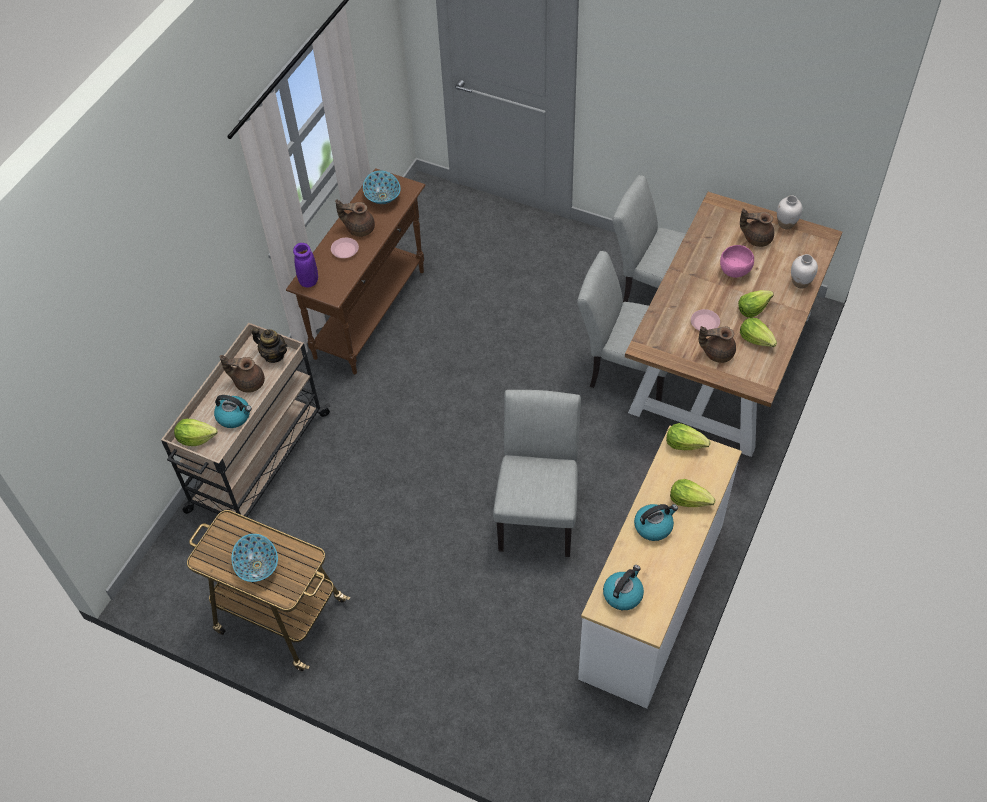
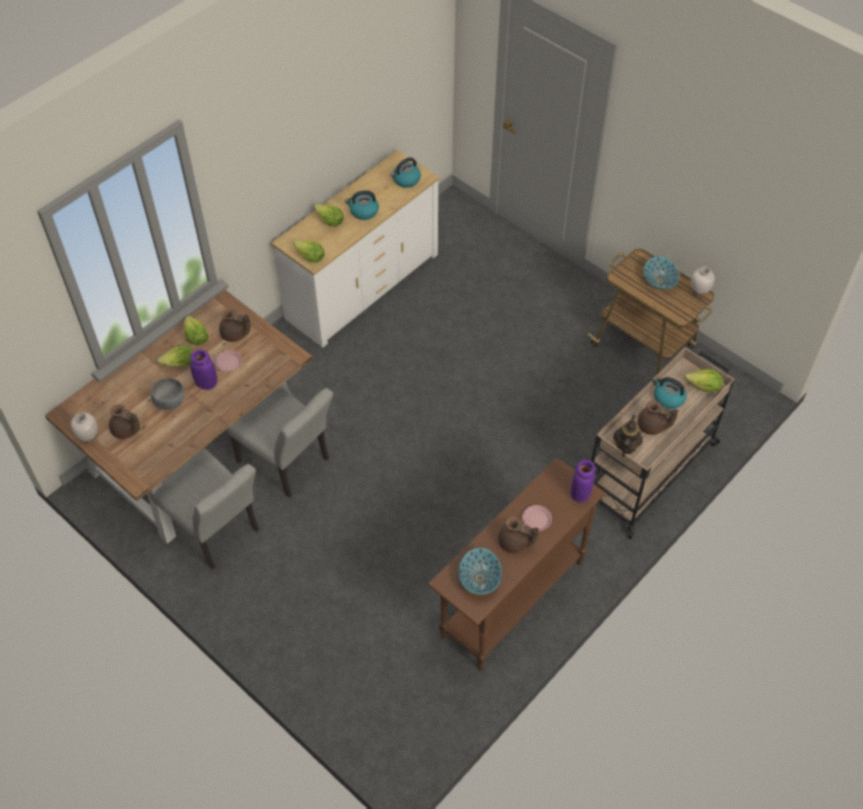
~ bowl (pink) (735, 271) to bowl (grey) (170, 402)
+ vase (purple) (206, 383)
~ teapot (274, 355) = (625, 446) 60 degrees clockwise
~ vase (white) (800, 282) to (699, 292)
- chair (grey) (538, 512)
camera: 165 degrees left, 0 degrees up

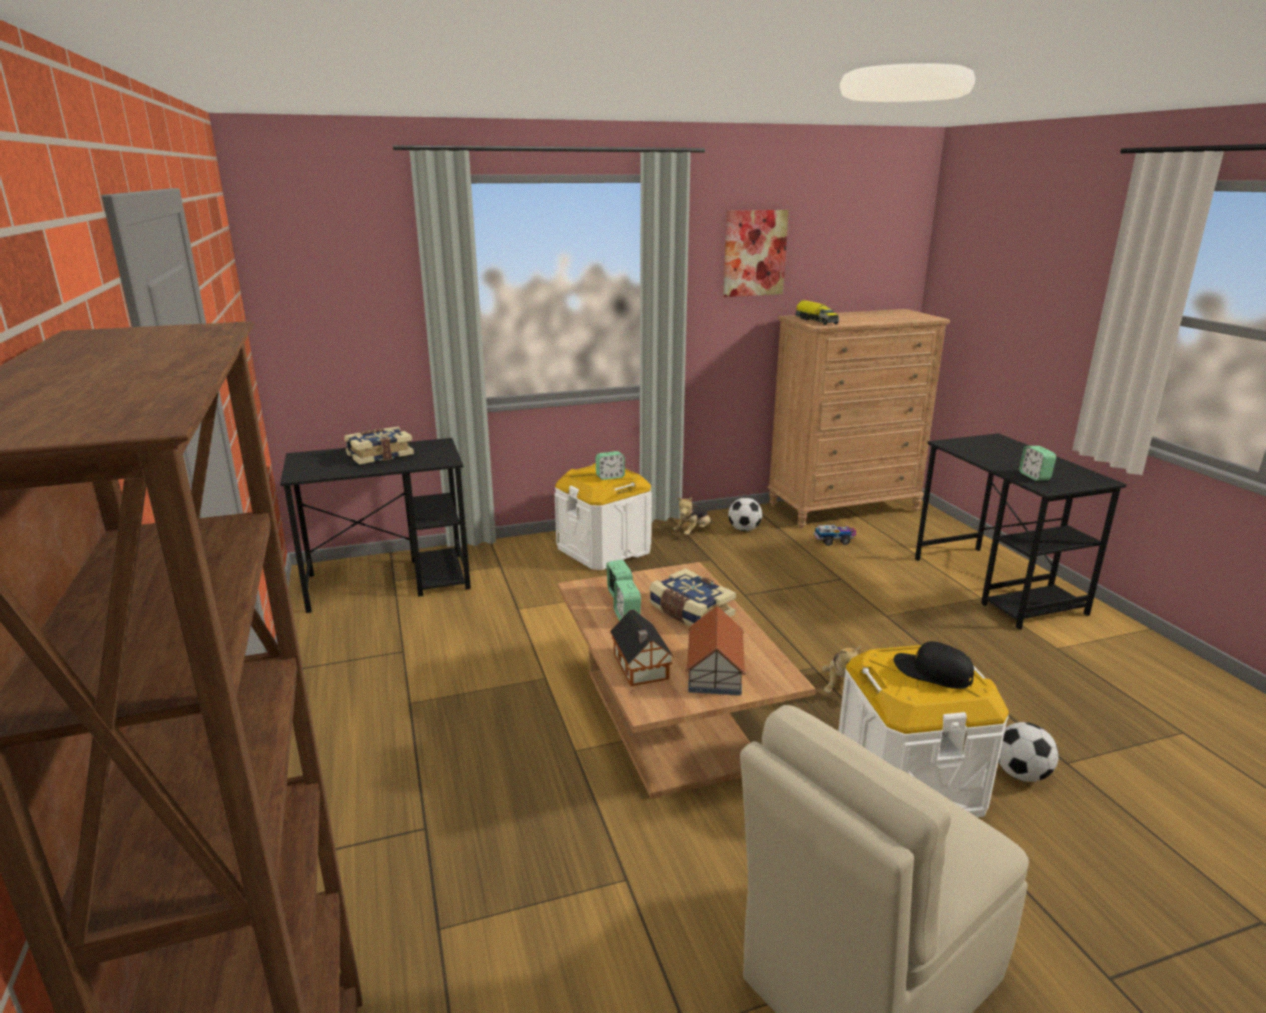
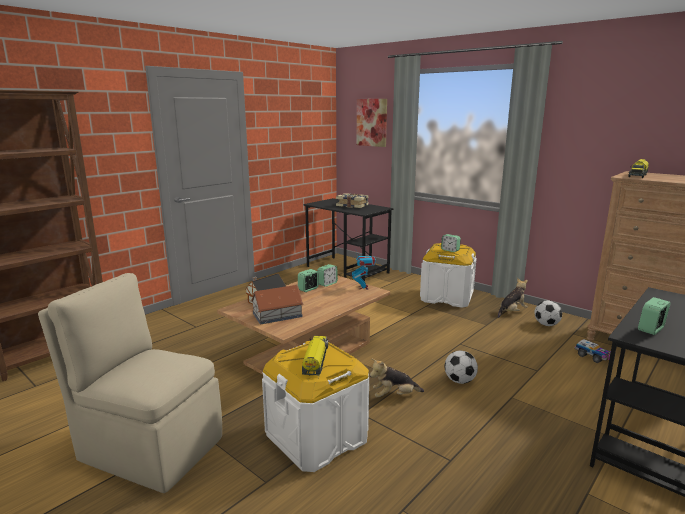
~ cap (black) (932, 673) to toy truck (315, 361)
+ toy robot (363, 287)
~ picture (754, 253) to (372, 122)
~ football (1021, 774) to (459, 381)
~ plush toy (693, 532) = (511, 312) 135 degrees clockwise
- book (690, 612)
camera: 60 degrees right, 5 degrees down

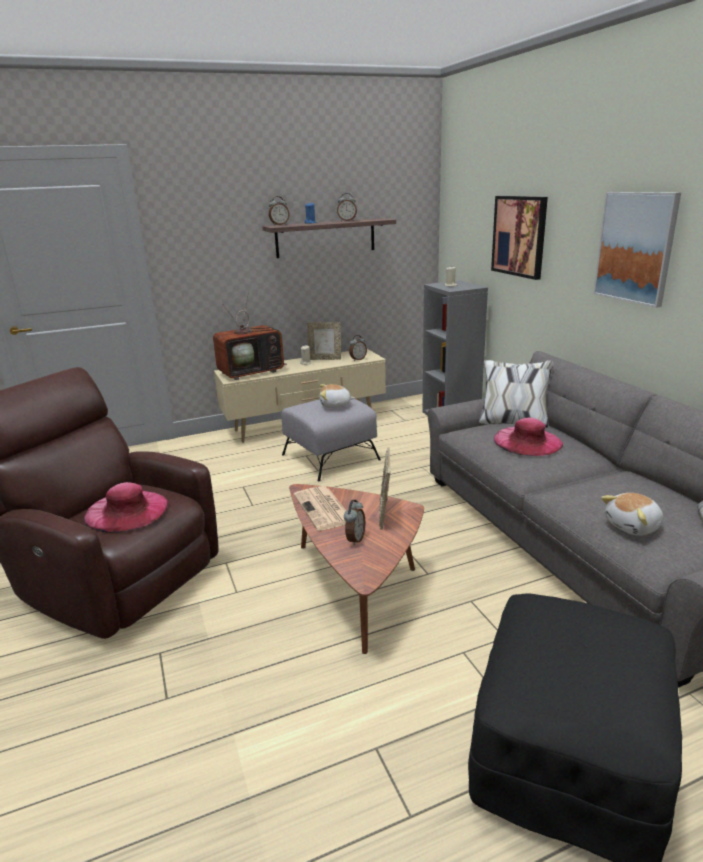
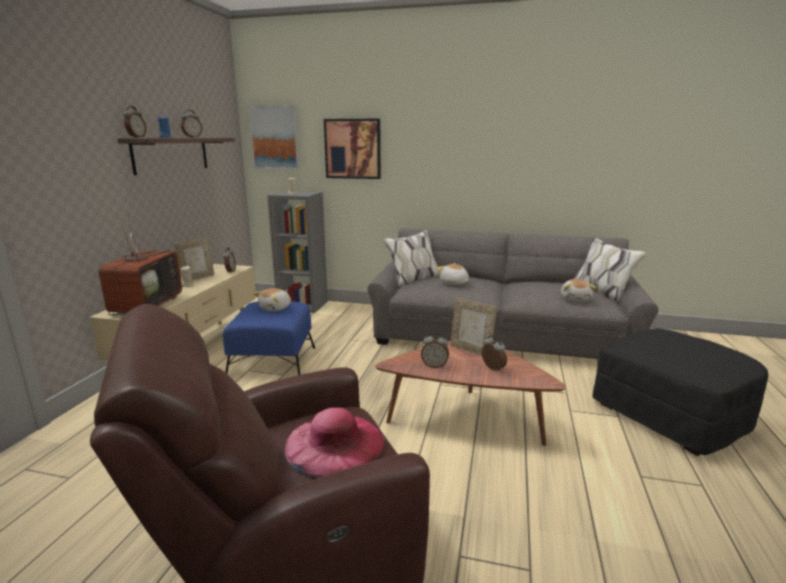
~ ottoman (grey) (331, 457) to ottoman (blue) (273, 362)
~ picture (635, 247) to (275, 137)
~ newspaper (324, 509) to alarm clock (434, 366)
~ hat (pink) (527, 441) to plush toy (454, 283)
camera: 55 degrees left, 5 degrees down

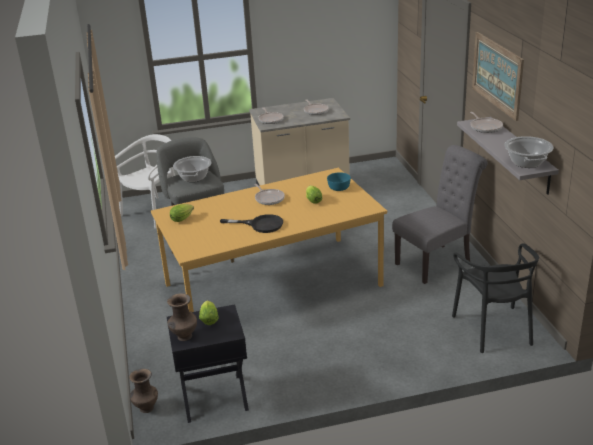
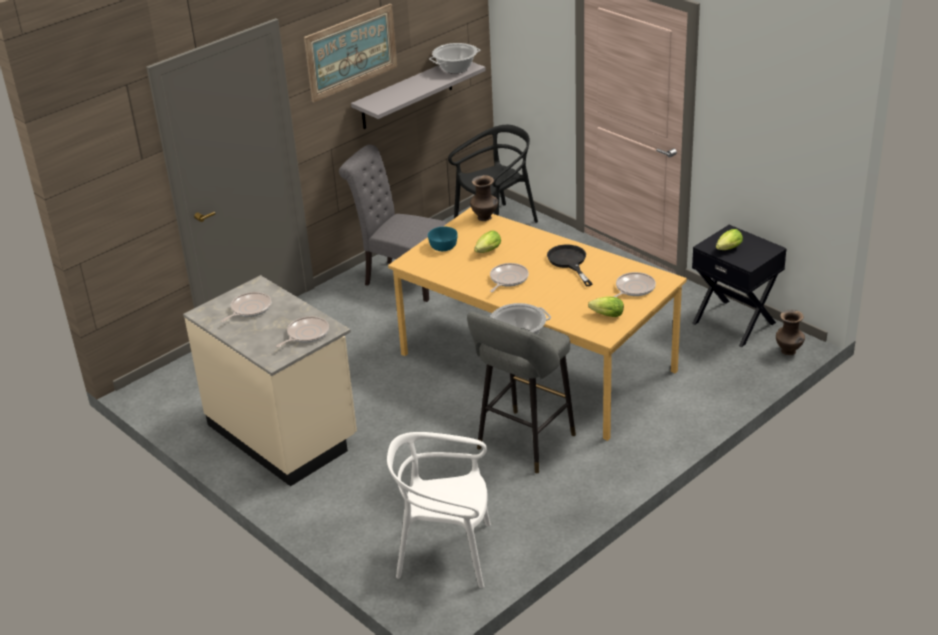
~ vase (brown) (184, 337) to (485, 218)
~ frying pan (485, 127) to (633, 288)
camera: 120 degrees left, 5 degrees up

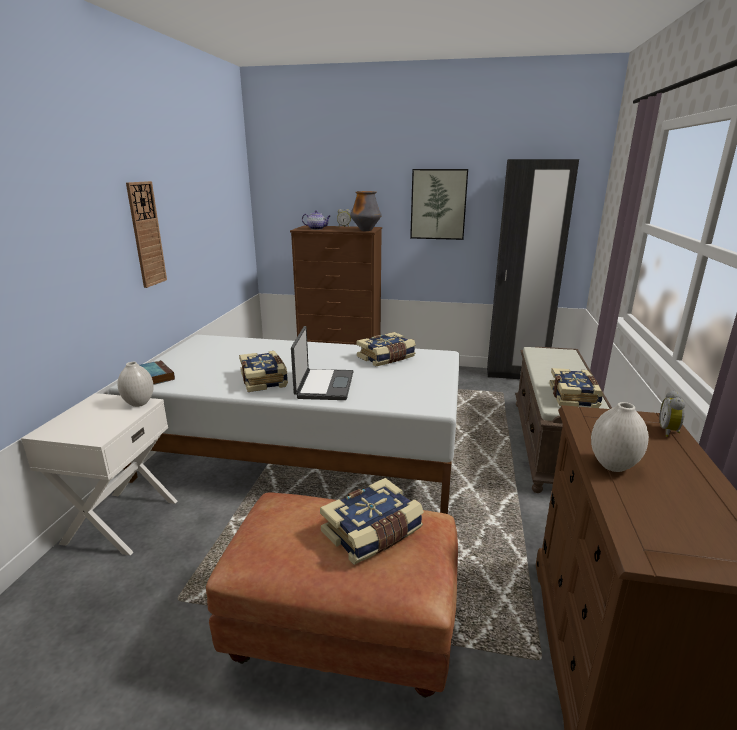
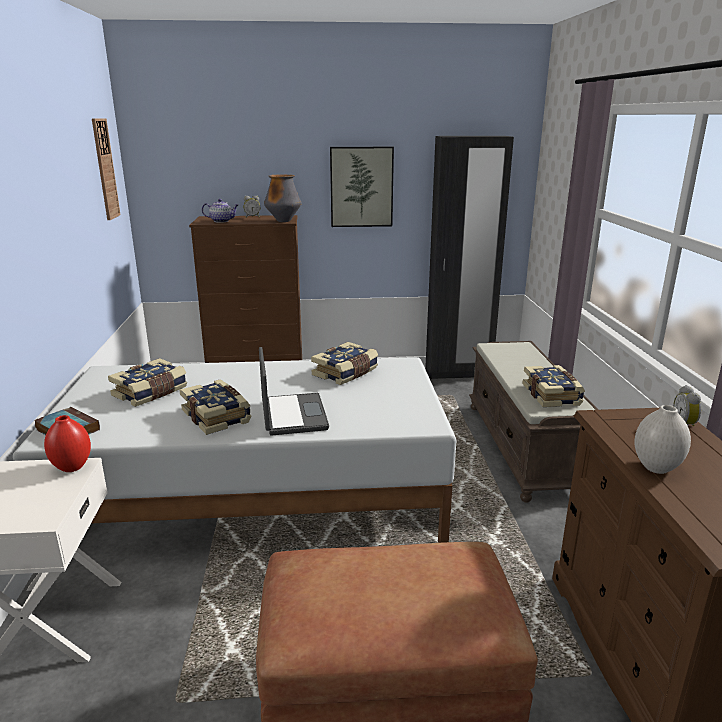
~ vase (white) (139, 403) to vase (red) (73, 467)
~ wall clock (146, 234) to (105, 169)
~ book (373, 533) to (151, 393)
camera: 15 degrees left, 0 degrees up

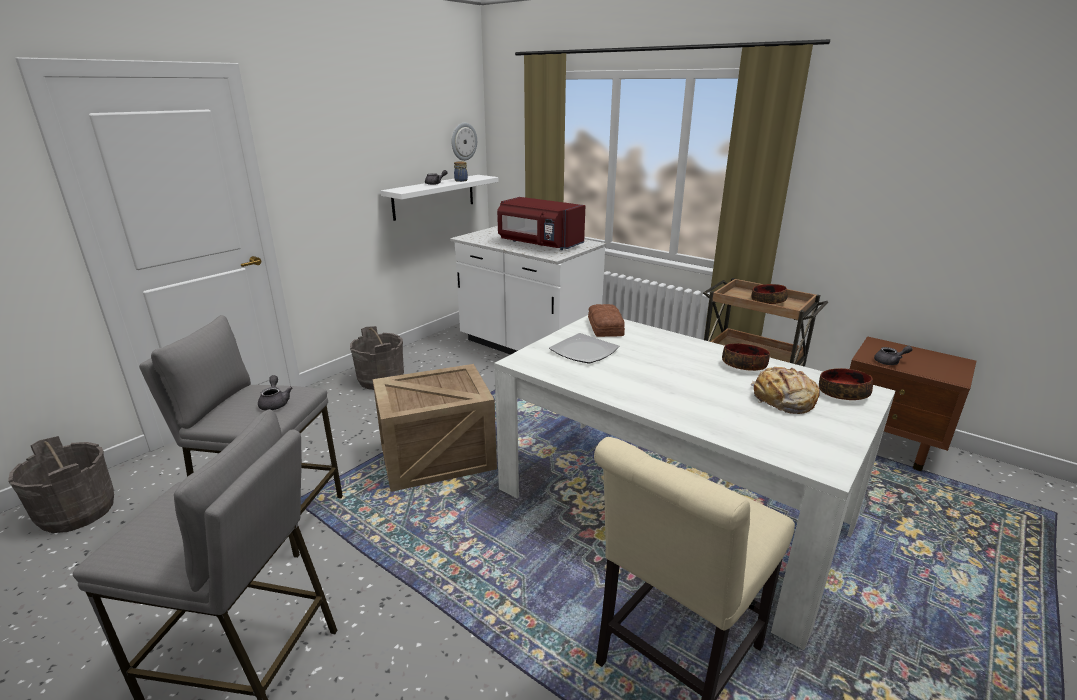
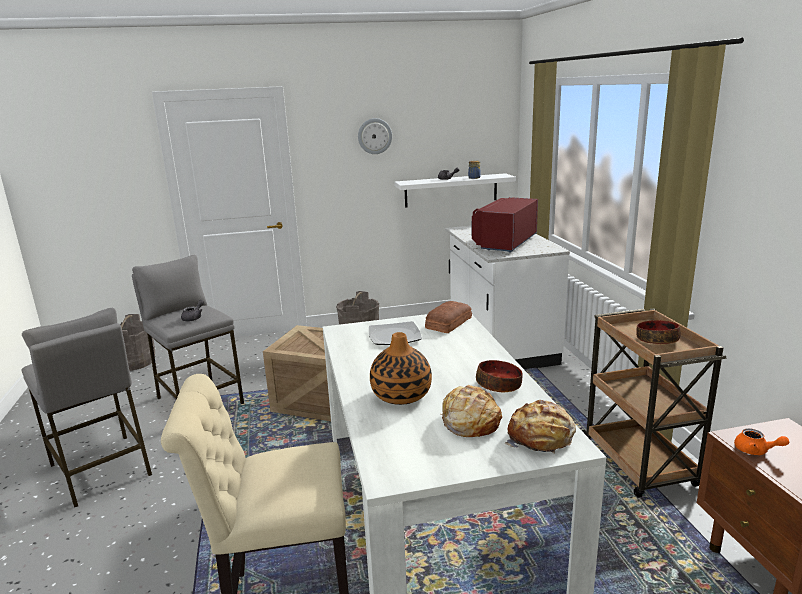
~ wall clock (463, 141) to (374, 136)
+ vase (401, 395)
~ microwave (red) (538, 244) = (504, 243) 45 degrees clockwise
~ bowl (843, 393) to bread (540, 438)
~ teapot (grey) (890, 362) to teapot (orange) (756, 451)
camera: 40 degrees right, 5 degrees down

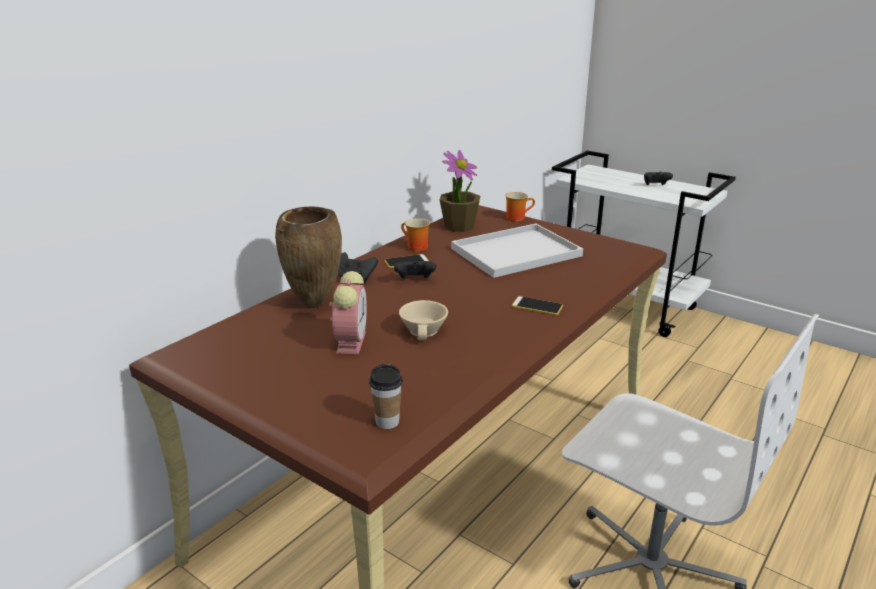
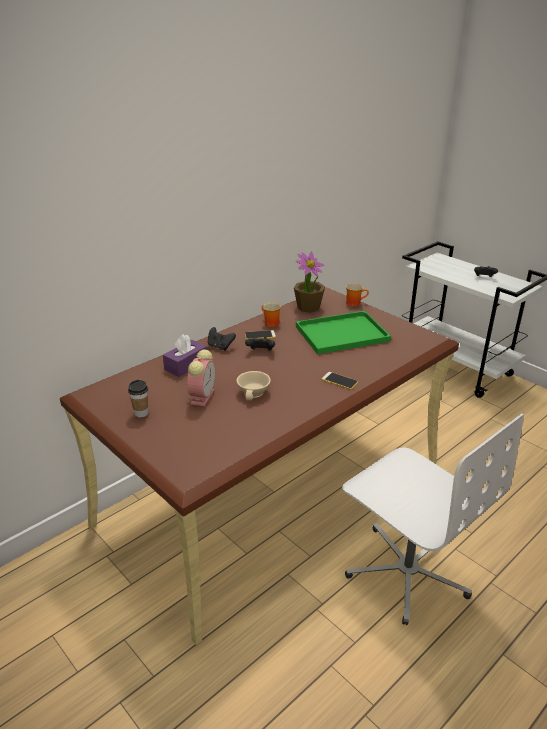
~ cup (387, 422) to (141, 413)
~ vase (brown) (314, 305) to tissue box (purple) (186, 365)
~ tray (white) (517, 251) to tray (green) (343, 333)
camera: 10 degrees right, 5 degrees up

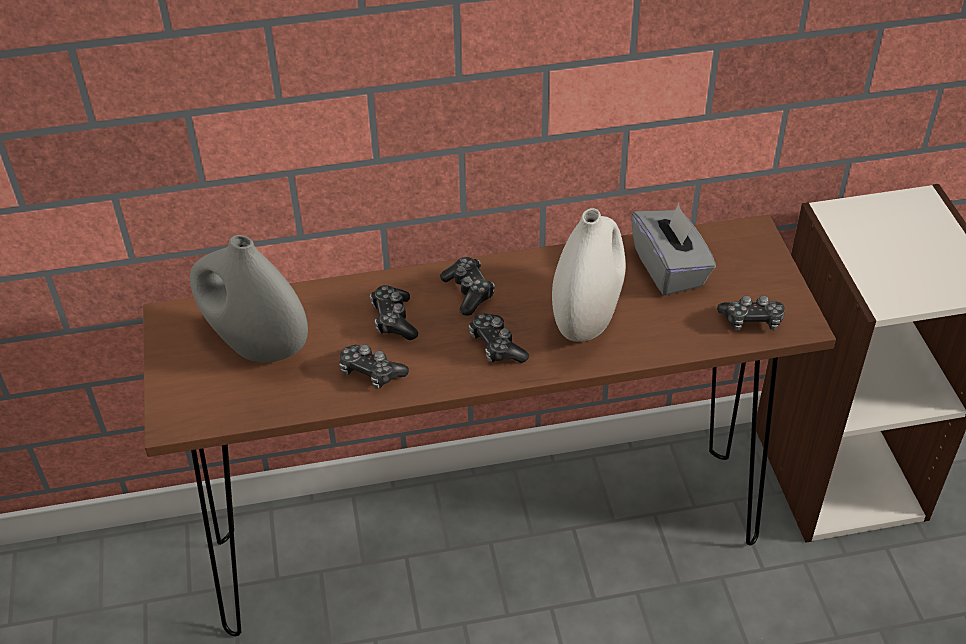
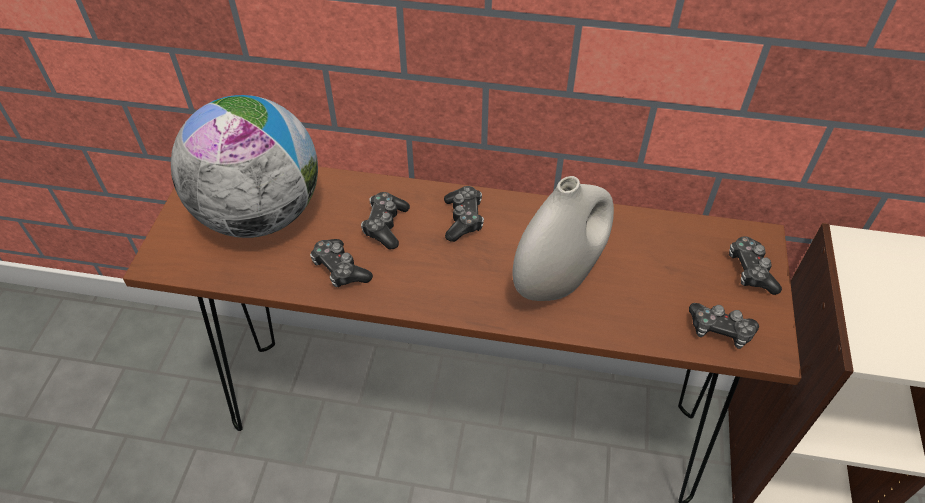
~ vase (grey) (256, 345) to globe (260, 214)
~ game controller (496, 346) to (750, 271)
- tissue box (grey) (670, 269)
camera: 20 degrees right, 5 degrees up

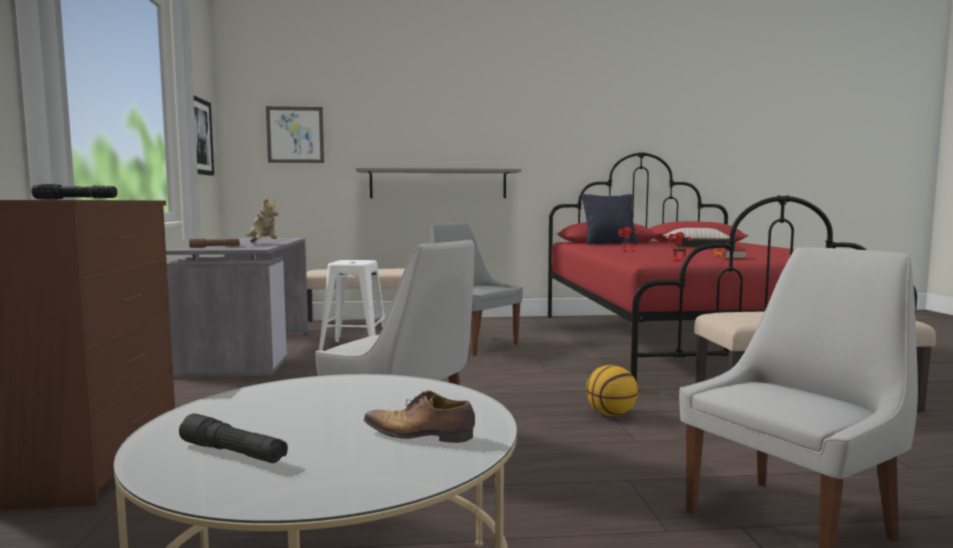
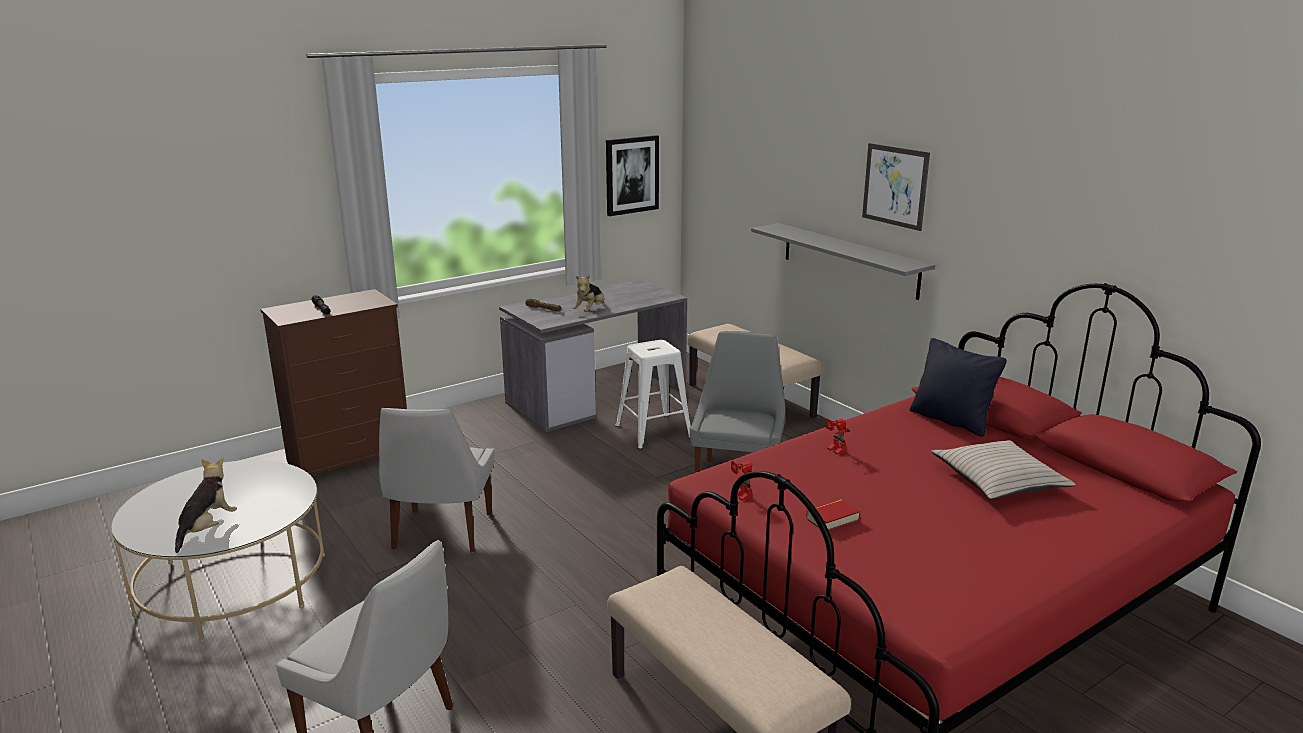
~ shoe (420, 435) to plush toy (207, 528)
~ picture (295, 134) to (895, 186)
- flashlight (black) (233, 453)
- basketball (611, 414)
camera: 60 degrees right, 15 degrees up

